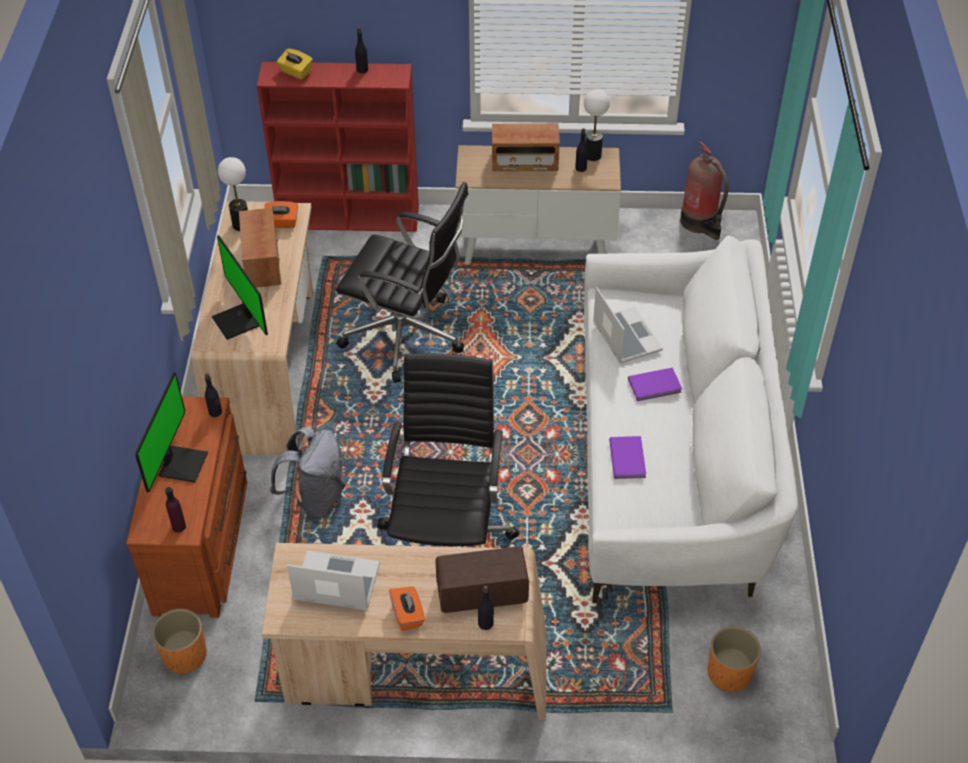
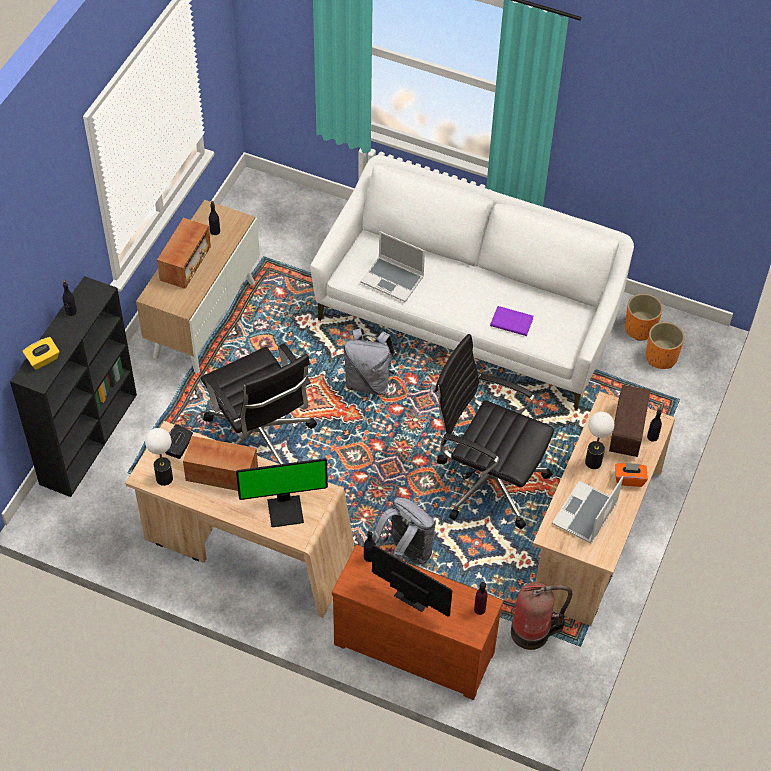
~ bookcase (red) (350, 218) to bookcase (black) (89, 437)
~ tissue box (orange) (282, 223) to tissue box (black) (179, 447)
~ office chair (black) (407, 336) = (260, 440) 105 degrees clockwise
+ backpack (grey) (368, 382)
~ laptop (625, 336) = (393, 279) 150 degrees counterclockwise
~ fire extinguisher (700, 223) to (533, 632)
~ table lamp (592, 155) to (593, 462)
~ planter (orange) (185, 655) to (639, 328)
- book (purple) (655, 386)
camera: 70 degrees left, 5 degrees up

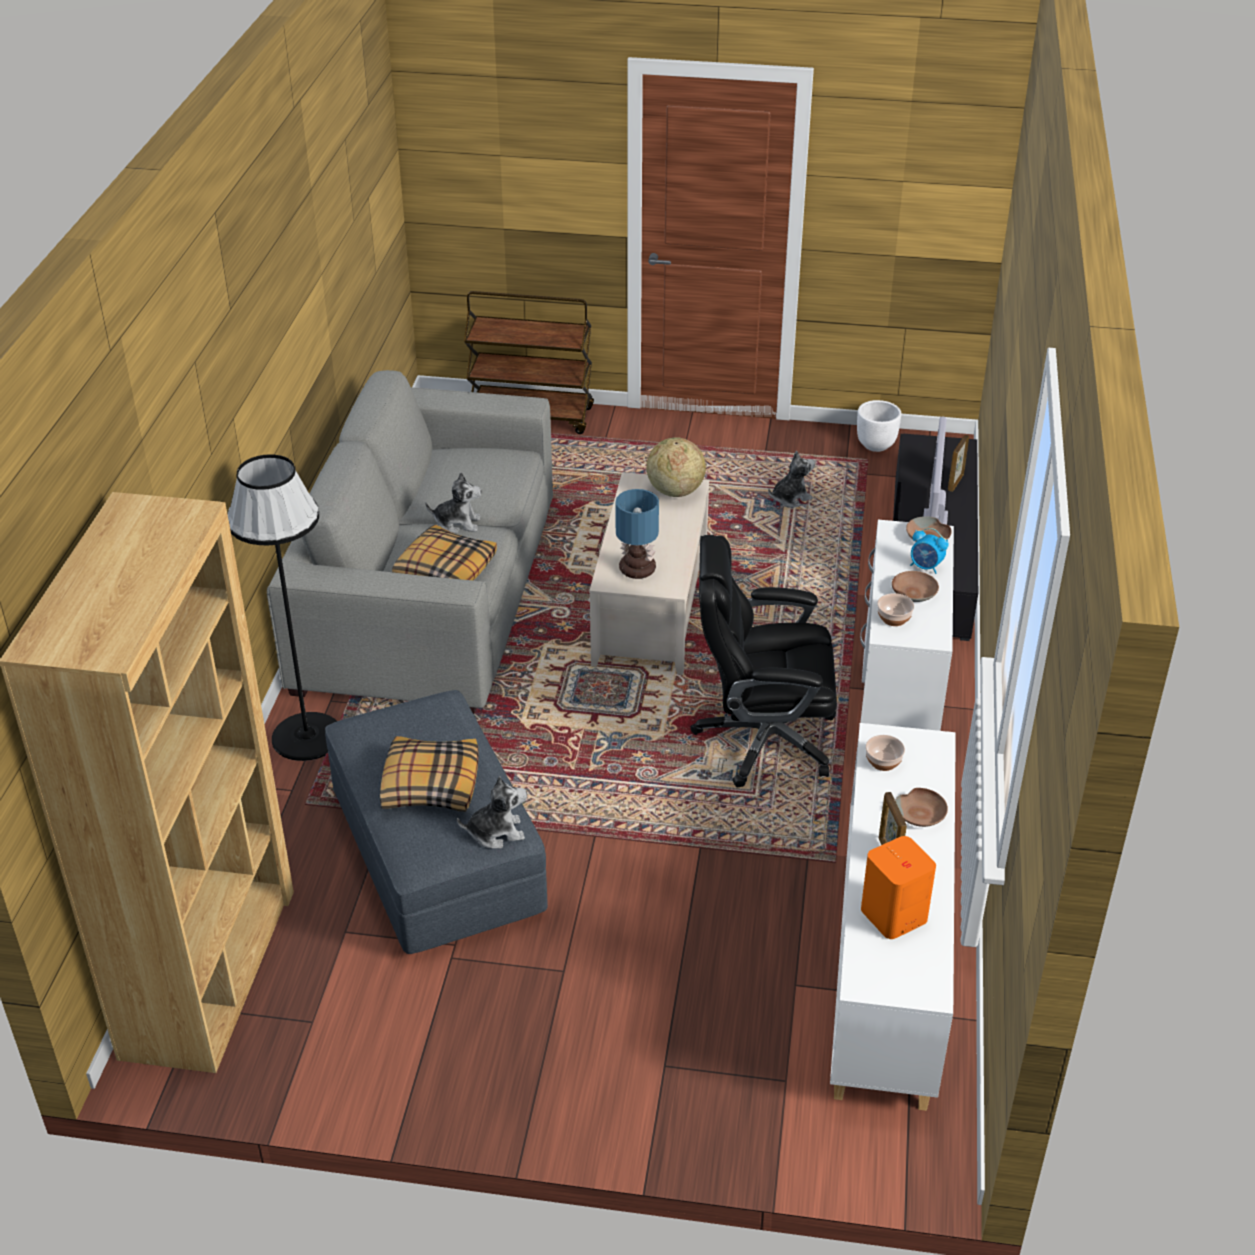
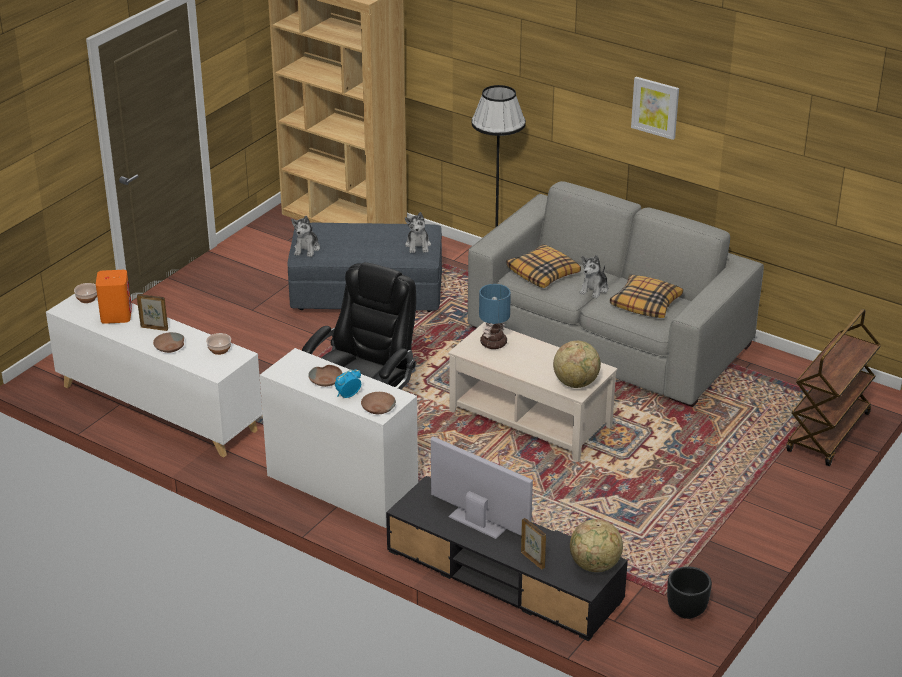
~ bowl (894, 618) to (87, 299)
~ plush toy (790, 498) to (418, 245)
+ globe (595, 565)
~ pillow (430, 784) to (646, 303)
+ picture (655, 107)
~ planter (white) (875, 445) to planter (black) (687, 610)
camera: 115 degrees right, 5 degrees down

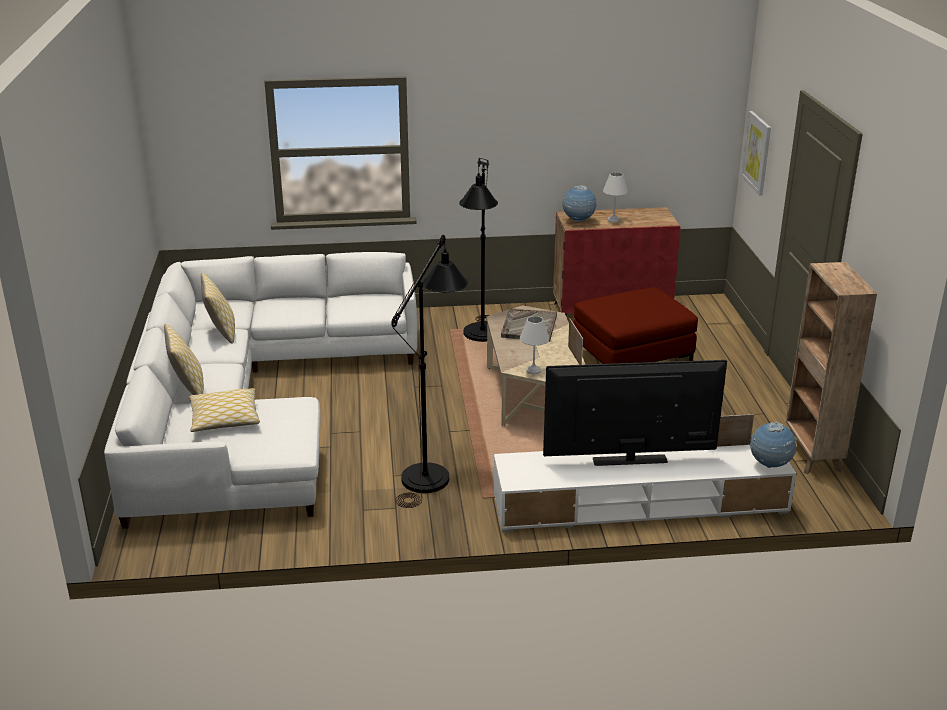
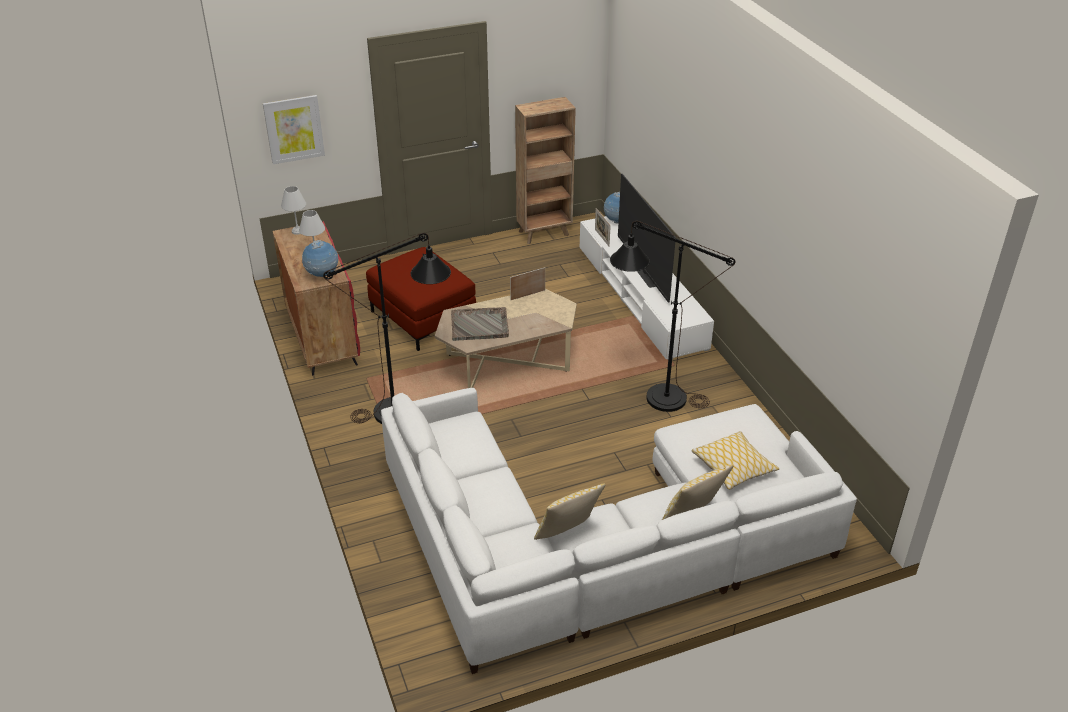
~ table lamp (white) (534, 371) to (298, 231)
camera: 105 degrees left, 10 degrees up

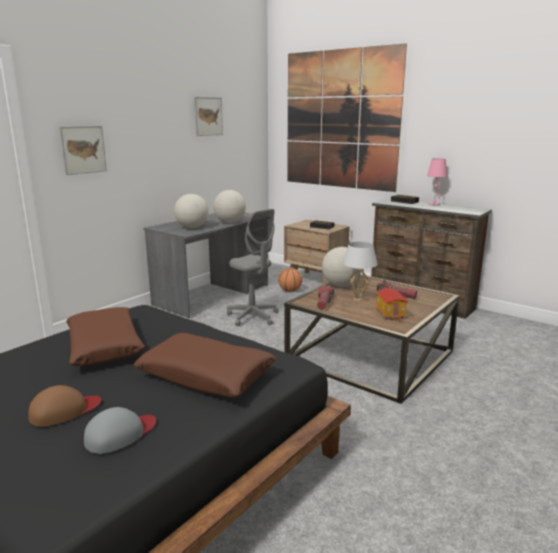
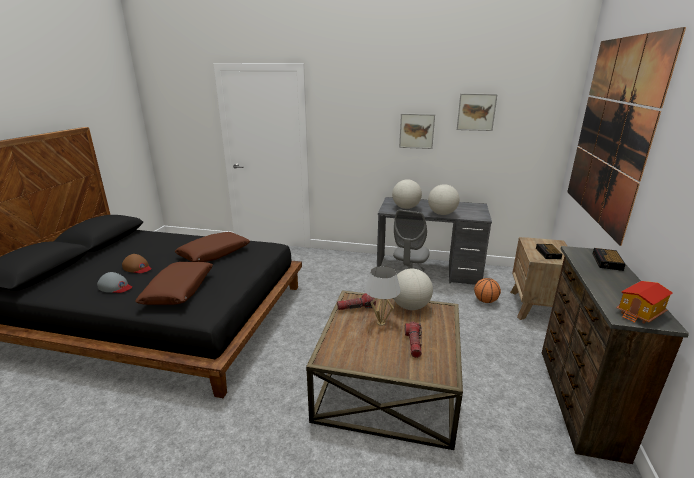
~ picture (83, 149) to (416, 131)
~ toy house (391, 314) to (640, 313)
- table lamp (pink) (434, 204)
camera: 65 degrees right, 5 degrees up

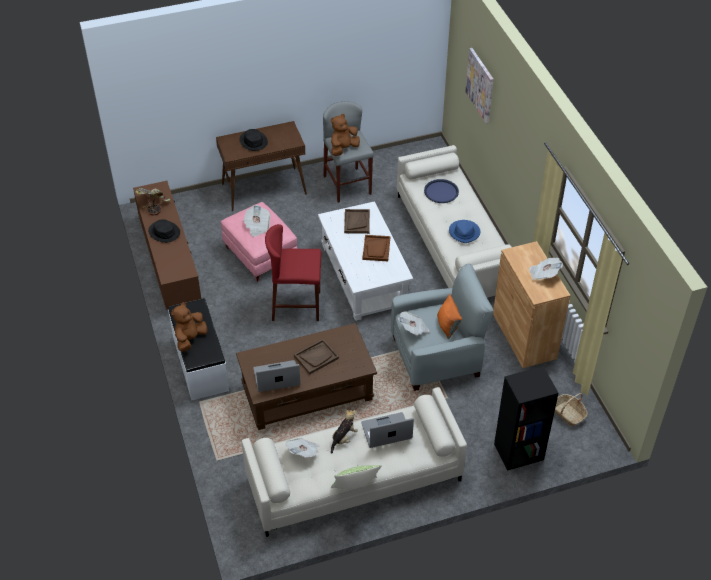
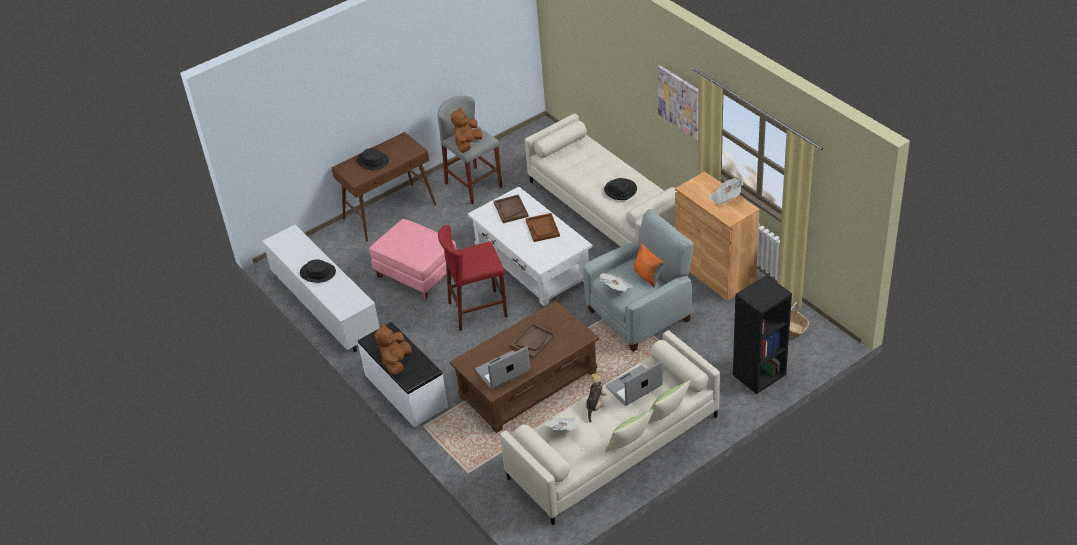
~ tv stand (brown) (170, 262) to tv stand (white) (326, 306)
~ hat (blue) (464, 232) to hat (black) (621, 190)
+ pillow (667, 417)
~ picture (480, 85) to (679, 102)
- potted plant (153, 204)
- newspaper (257, 226)
- tray (blue) (441, 191)
camera: 15 degrees left, 5 degrees down

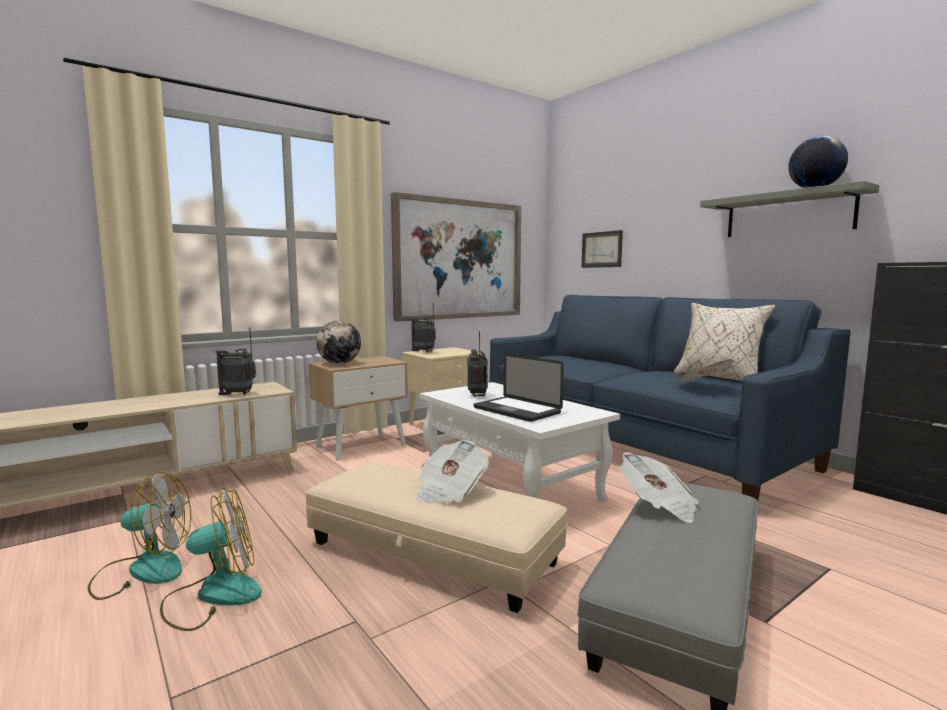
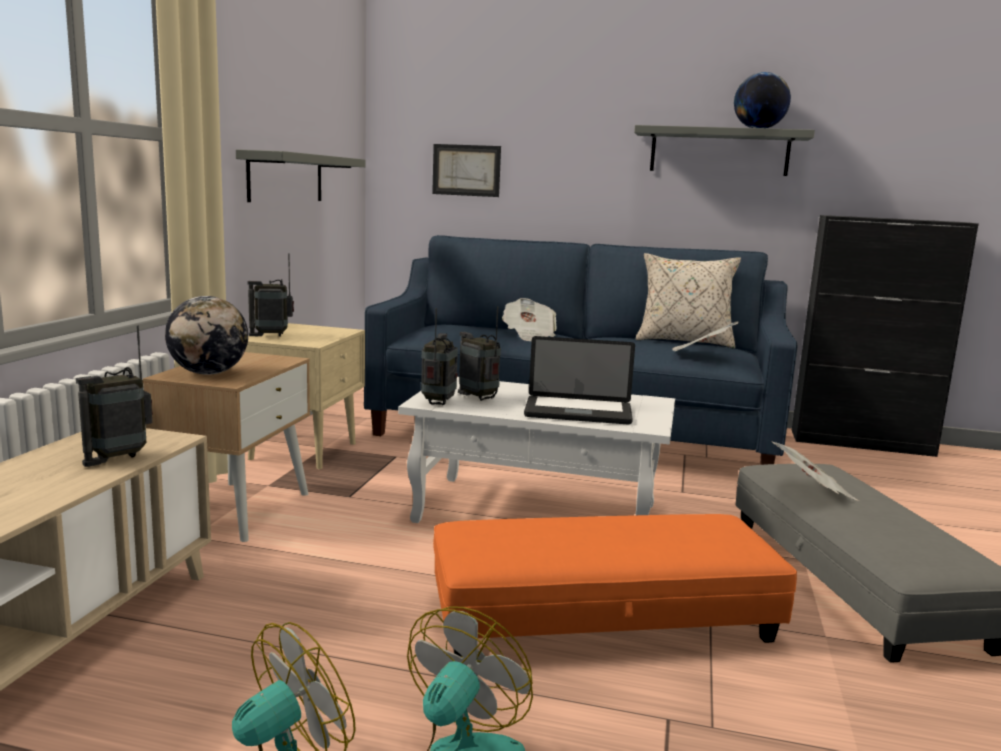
~ picture (459, 259) to shelf (grey) (286, 177)
+ radio (438, 402)
~ ottoman (beige) (432, 553) to ottoman (orange) (603, 618)
~ newspaper (449, 491) to (529, 335)
camera: 40 degrees left, 5 degrees up

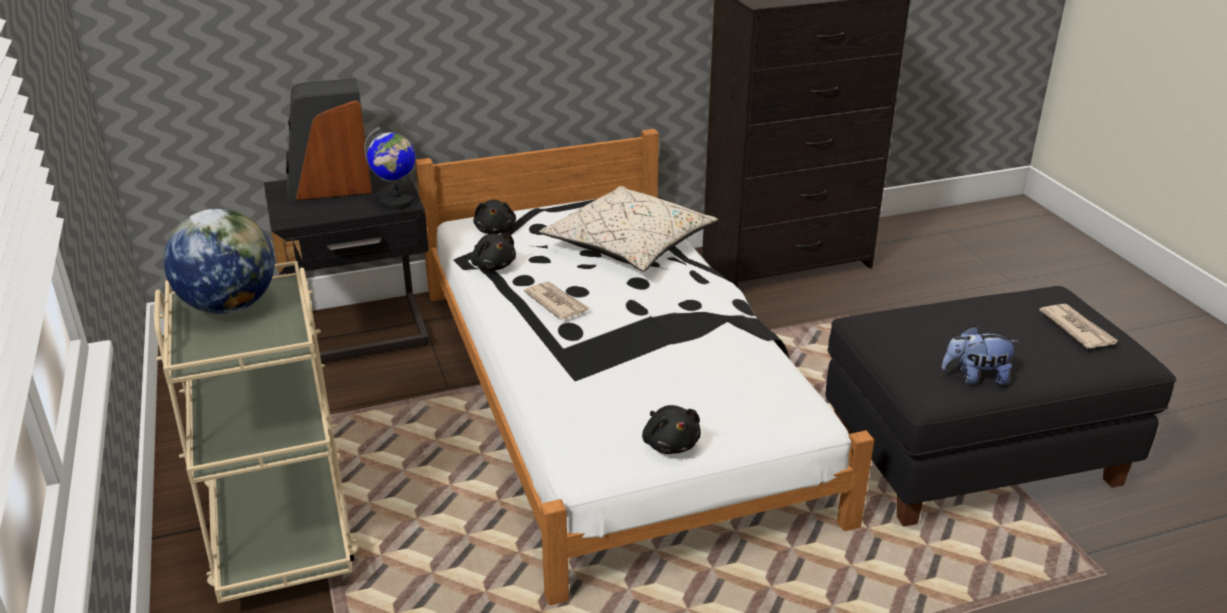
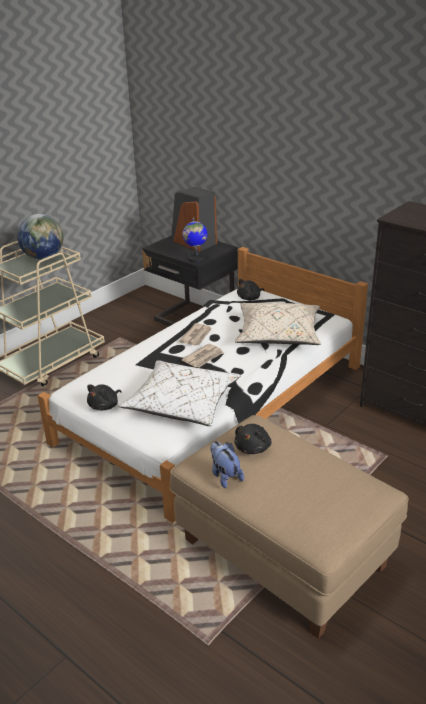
+ pillow (white) (182, 404)
~ ottoman (black) (974, 455) to ottoman (beige) (284, 553)
~ newspaper (1077, 329) to (203, 357)
~ plush toy (black) (493, 265) to (253, 448)
camera: 60 degrees right, 0 degrees up

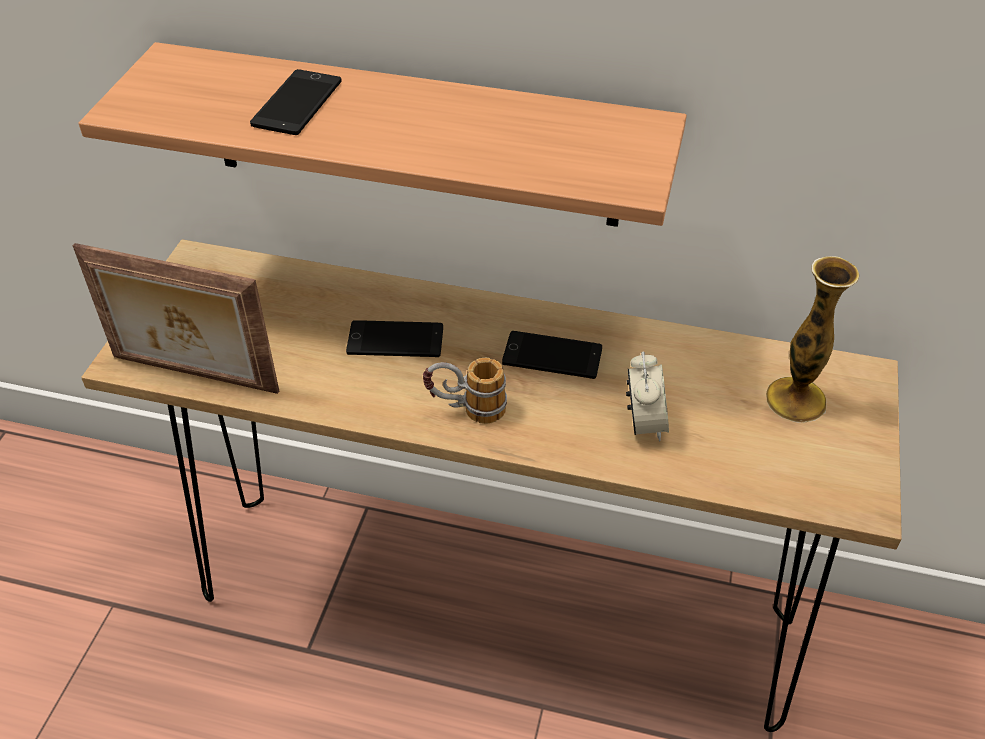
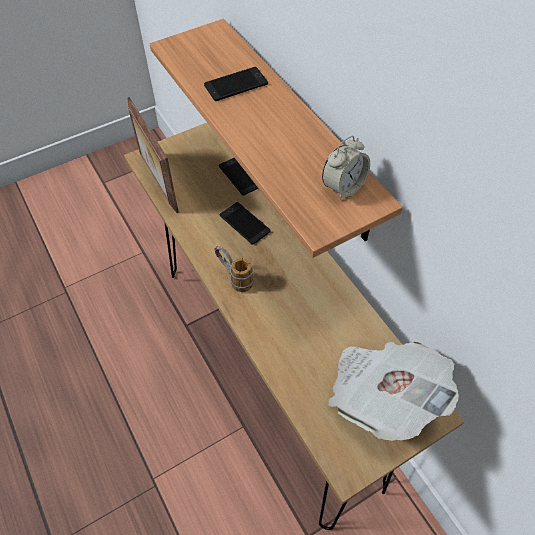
~ phone (552, 356) to (240, 176)
~ alarm clock (644, 423) to (343, 187)
~ vase (795, 399) to newspaper (382, 394)
camera: 45 degrees right, 10 degrees up

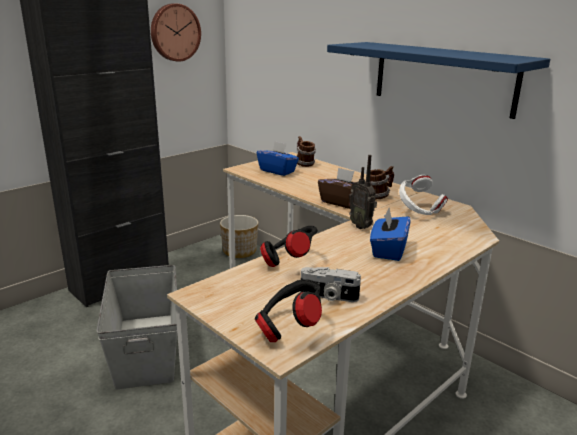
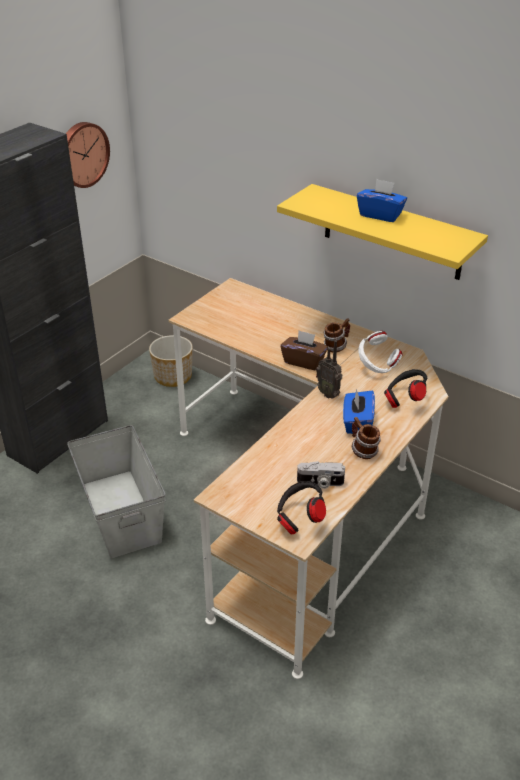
~ shelf (blue) (443, 78) to shelf (yellow) (392, 232)
~ mug (304, 164) to (363, 451)
~ tissue box (blue) (277, 171) to (380, 215)
~ headphones (black) (290, 261) to (404, 399)
camera: 10 degrees left, 15 degrees up

